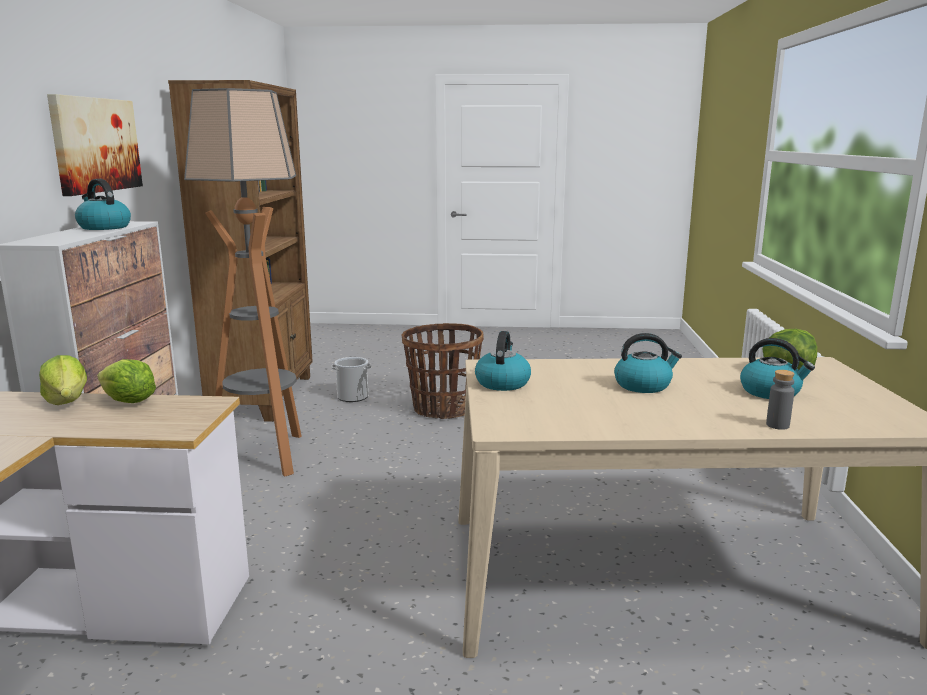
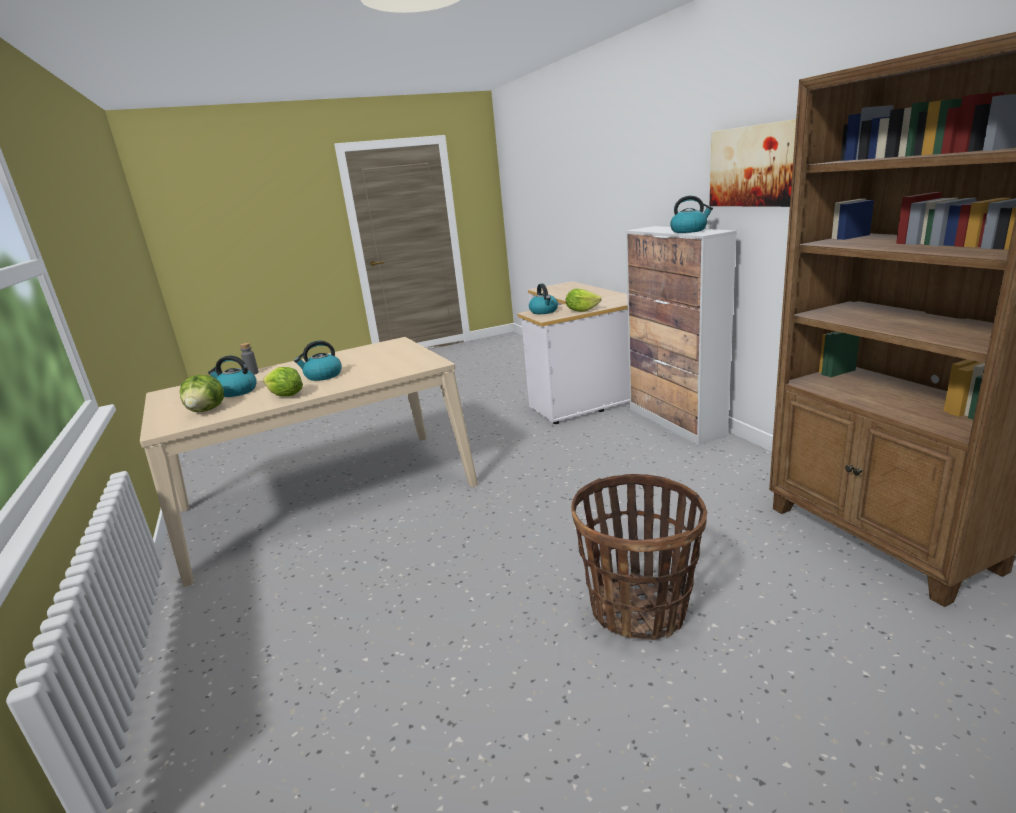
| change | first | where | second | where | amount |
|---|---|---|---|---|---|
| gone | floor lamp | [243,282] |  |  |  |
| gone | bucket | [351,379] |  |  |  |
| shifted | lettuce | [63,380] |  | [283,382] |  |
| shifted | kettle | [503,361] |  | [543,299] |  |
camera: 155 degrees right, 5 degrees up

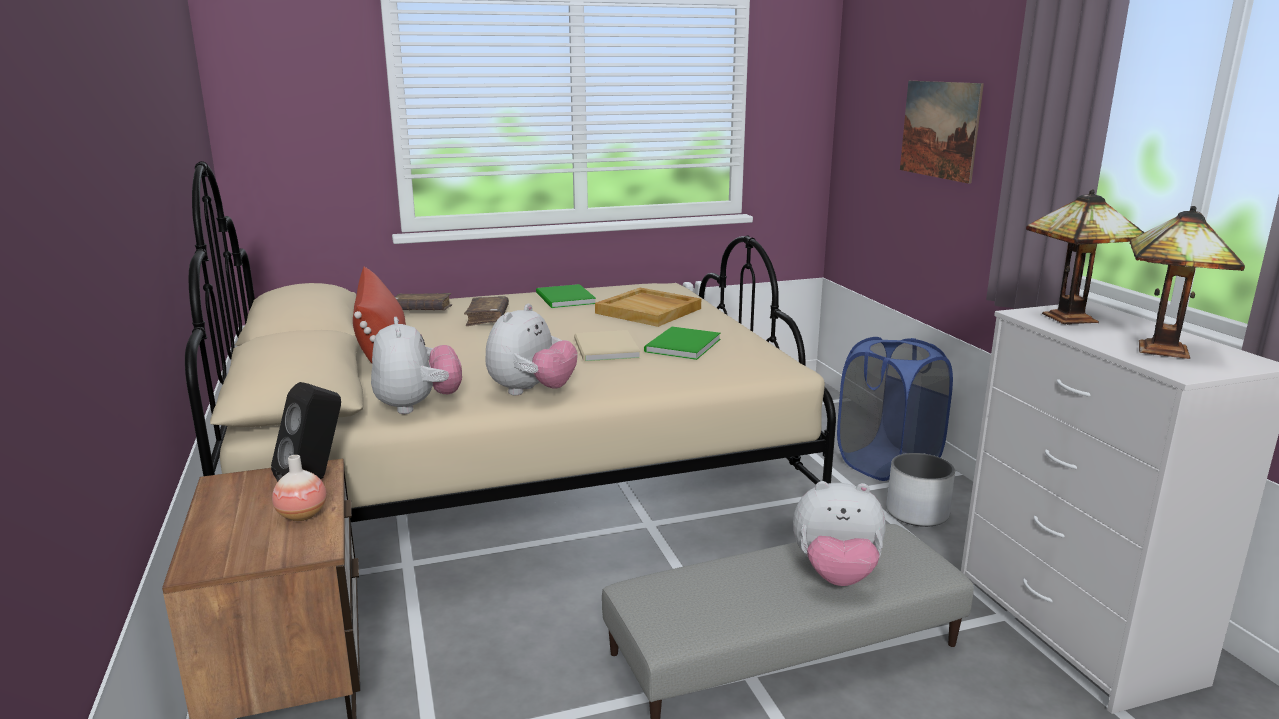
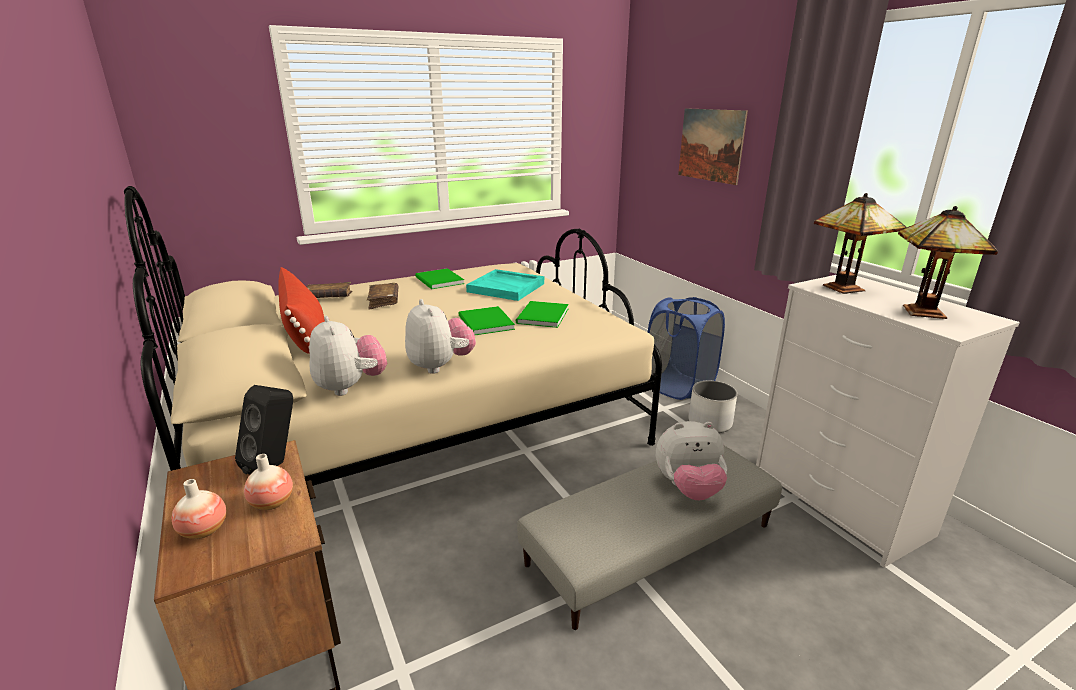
| change | first | where | second | where | amount |
|---|---|---|---|---|---|
| new |  |  | vase | [199,509] |  |
| repainted | beige book | [607,346] | green book | [487,320] |  |
| repainted | beige tray | [648,307] | turquoise tray | [505,285] |  |
| rotated | plush toy | [531,349] |  | [440,336] | 45 degrees counterclockwise |
camera: 10 degrees left, 5 degrees up

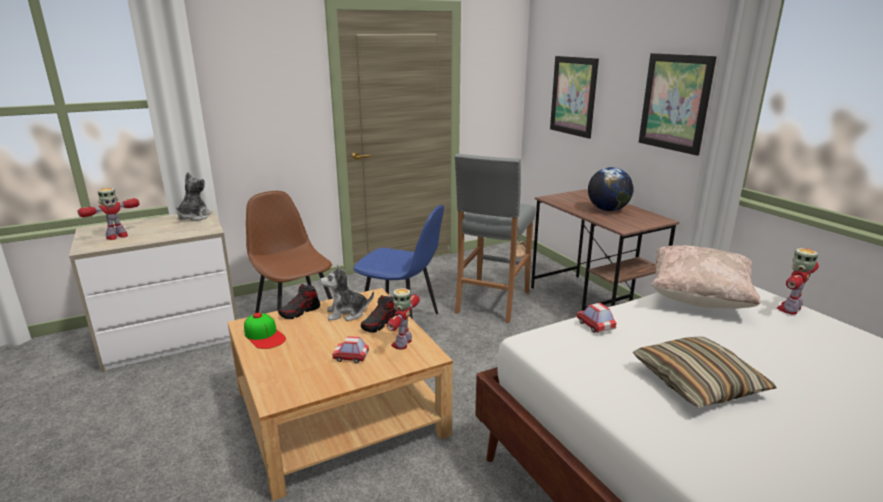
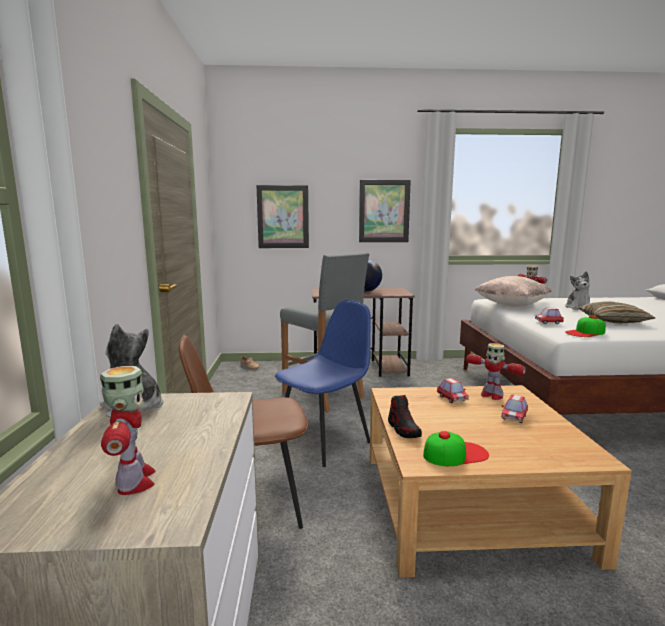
| change | first | where | second | where | amount |
|---|---|---|---|---|---|
| new |  |  | cap | [585,326] |  |
| shifted | plush toy | [347,293] |  | [577,290] |  |
| swapped | shoe | [378,314] | toy car | [453,390] |  |
camera: 65 degrees left, 10 degrees down

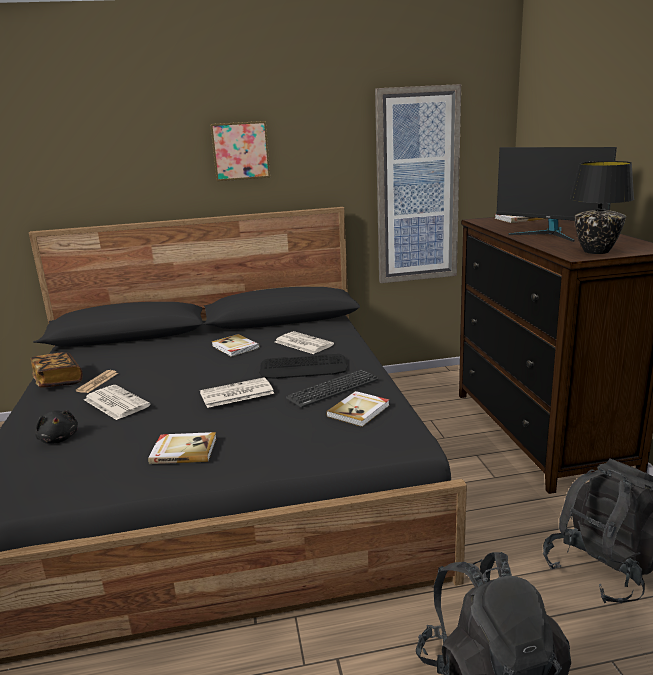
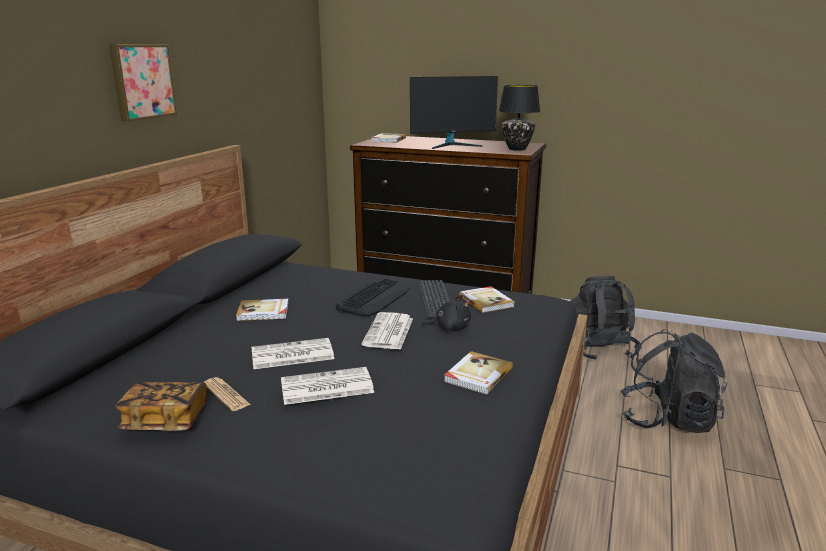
| change | first | where | second | where | amount |
|---|---|---|---|---|---|
| gone | picture | [418,183] |  |  |  |
| shifted | black plush toy | [56,427] |  | [446,313] |  |
| shifted | newspaper | [304,342] |  | [293,353] |  |
camera: 60 degrees left, 0 degrees up

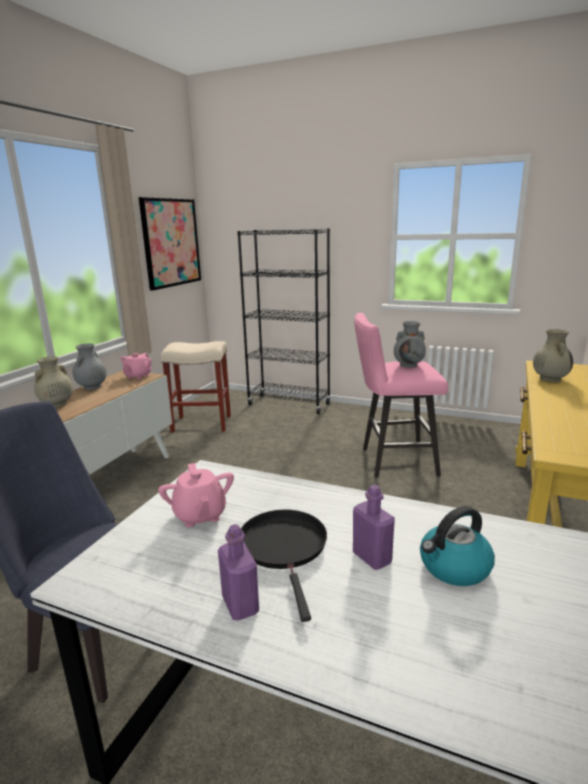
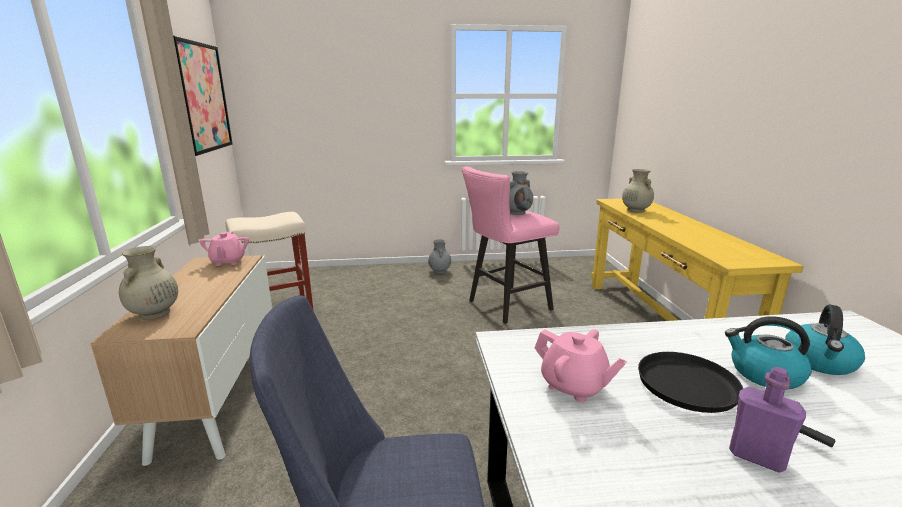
| change | first | where | second | where | amount |
|---|---|---|---|---|---|
| gone | black bookcase | [284,321] |  |  |  |
| shifted | grey vase | [90,366] |  | [439,256] |  |
| swapped | purple bottle | [374,527] | kettle | [768,353] |  |
camera: 30 degrees left, 0 degrees up

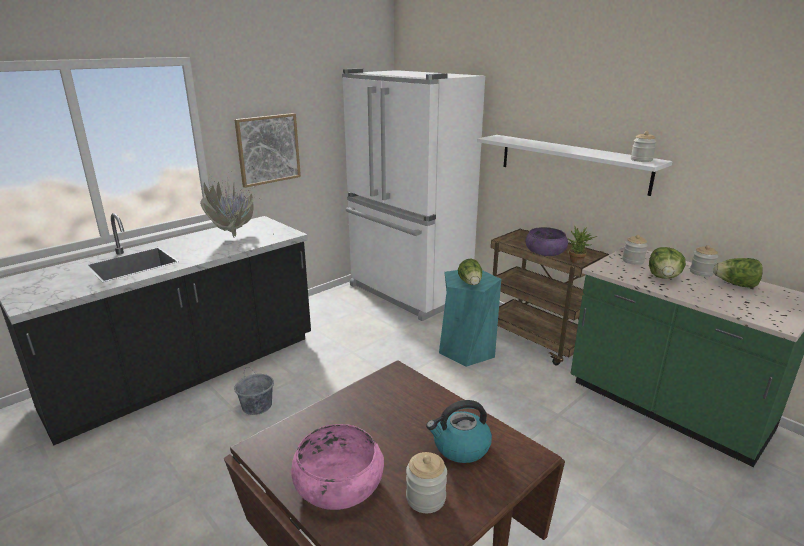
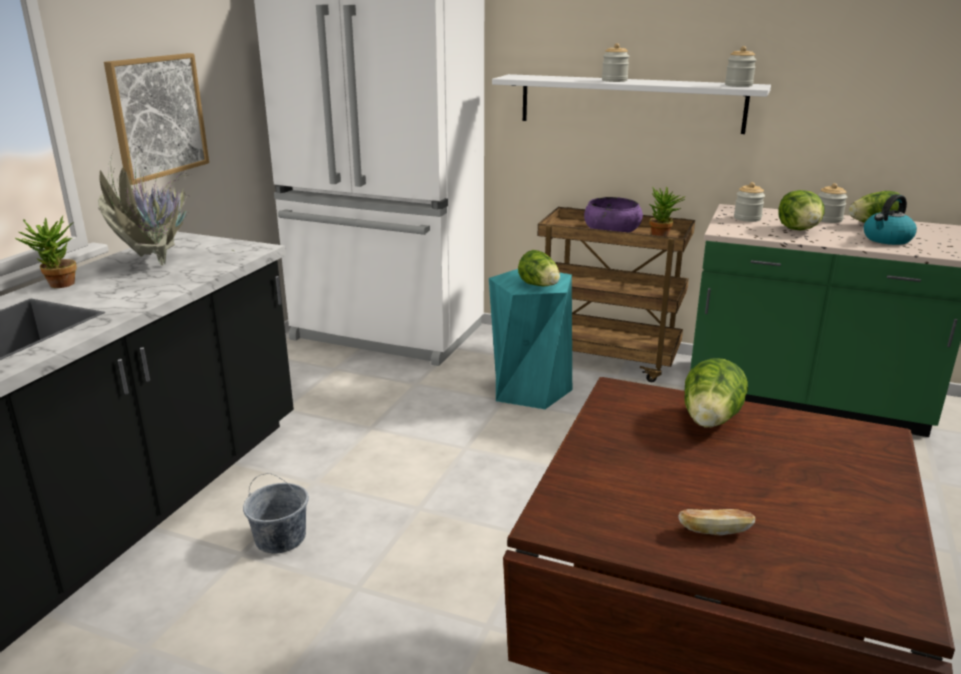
| change | first | where | second | where | amount |
|---|---|---|---|---|---|
| new |  |  | potted plant | [46,252] |  |
| new |  |  | lettuce | [716,393] |  |
| shifted | jar | [426,482] |  | [615,62] |  |
| shifted | kettle | [459,431] |  | [890,219] |  |
| swapped | pink bowl | [337,467] | bread | [716,522] |  |
camera: 25 degrees left, 0 degrees up

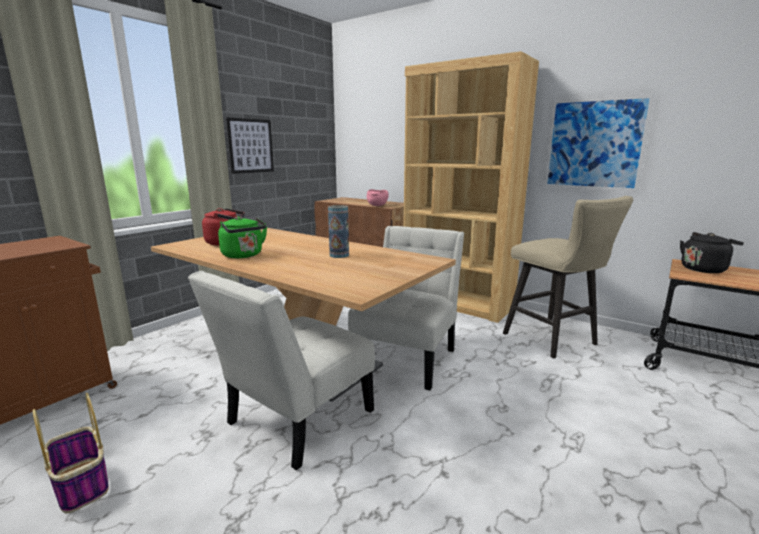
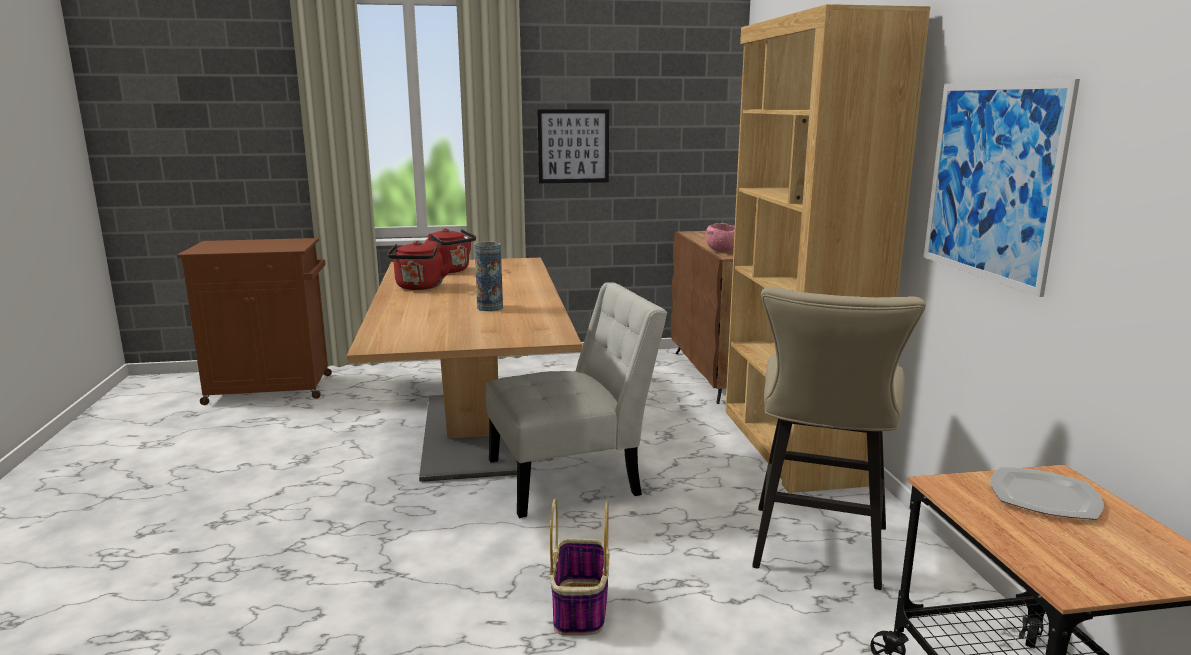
| change | first | where | second | where | amount |
|---|---|---|---|---|---|
| gone | white chair | [281,370] |  |  |  |
| shifted | basket | [71,453] |  | [580,567] |  |
| swapped | black kettle | [712,252] | plate | [1047,493] |  |
| repainted | green kettle | [242,237] | red kettle | [419,265] |  |
camera: 45 degrees right, 0 degrees up

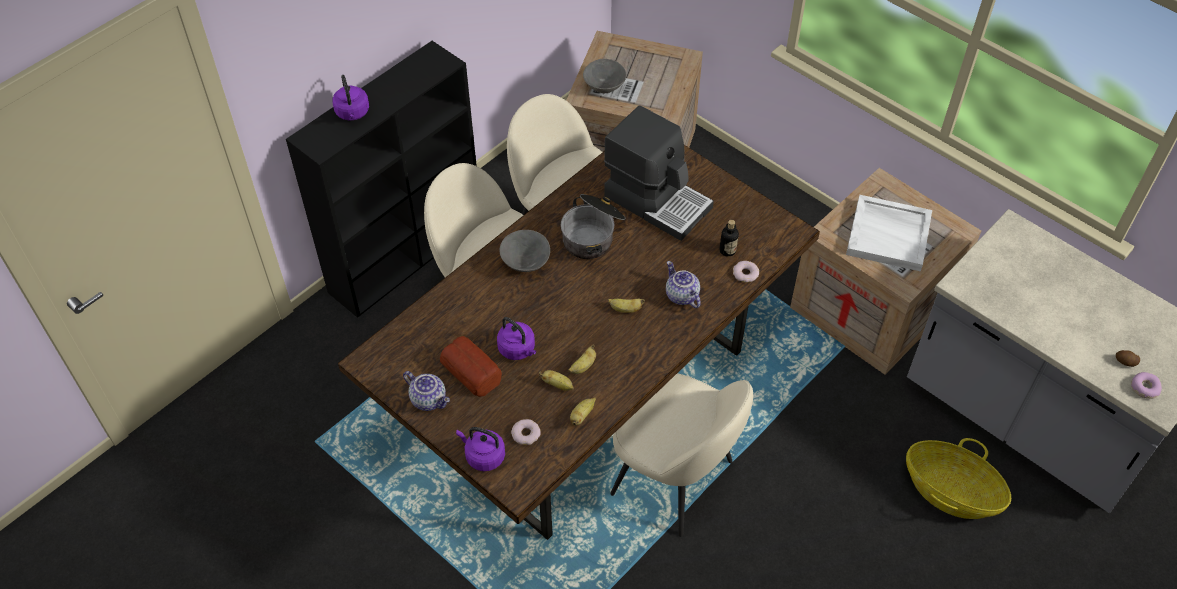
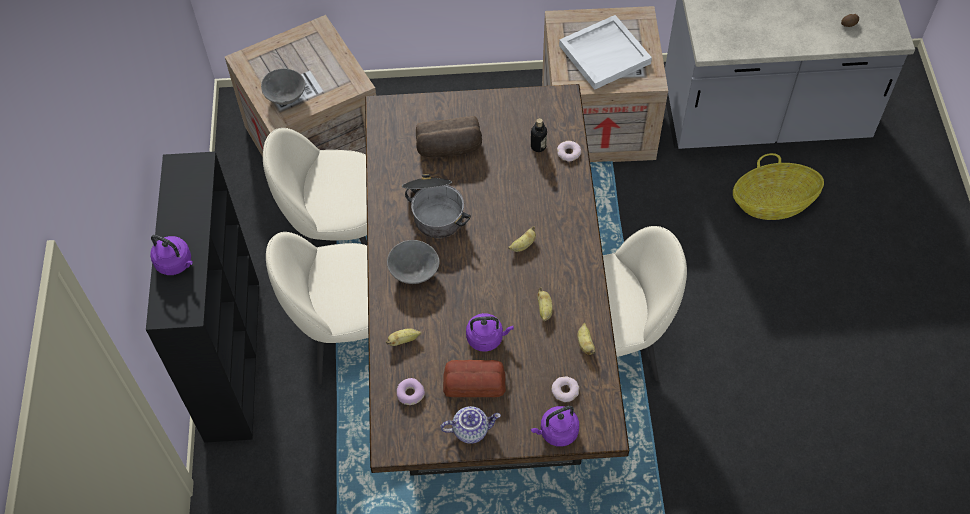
| change | first | where | second | where | amount |
|---|---|---|---|---|---|
| gone | teapot | [683,284] |  |  |  |
| shifted | banana | [556,380] |  | [403,337] |  |
| shifted | donut | [1146,385] |  | [411,391] |  |
| swapped | coffee machine | [659,173] | bread | [449,136] |  |
camera: 45 degrees left, 5 degrees up

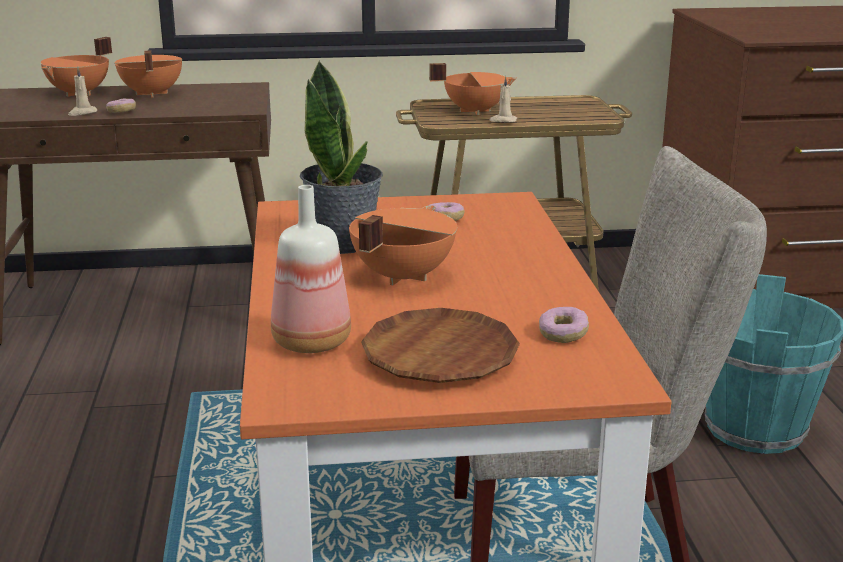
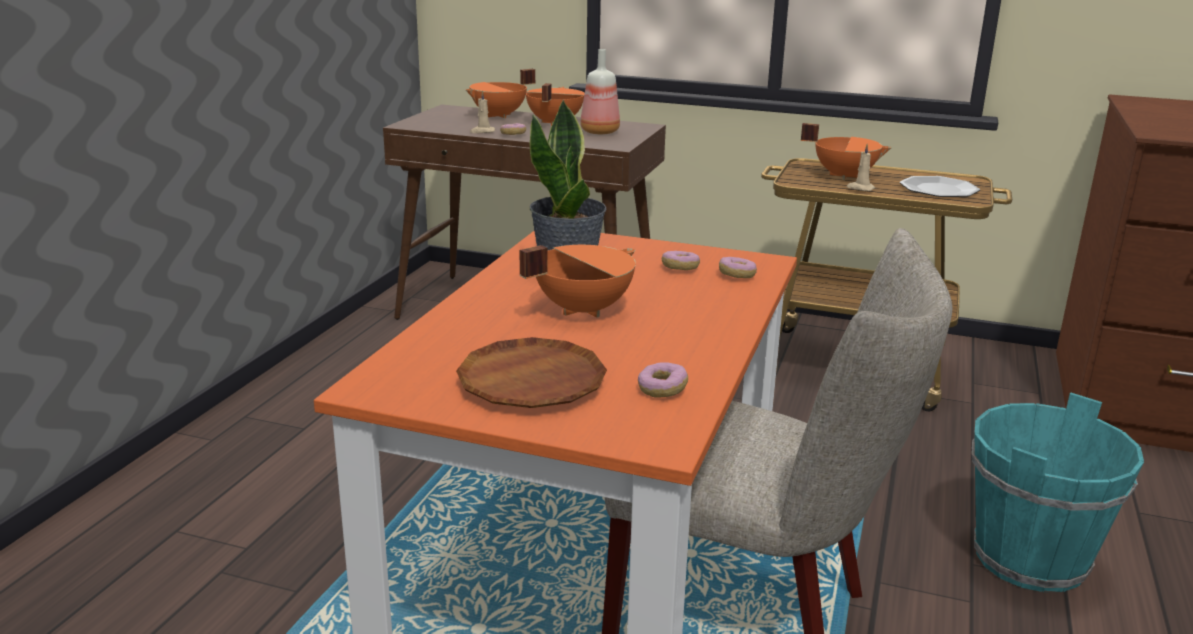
| change | first | where | second | where | amount |
|---|---|---|---|---|---|
| new |  |  | donut | [738,267] |  |
| new |  |  | plate | [940,186] |  |
| shifted | bottle | [311,269] |  | [600,91] |  |
camera: 25 degrees right, 0 degrees up

